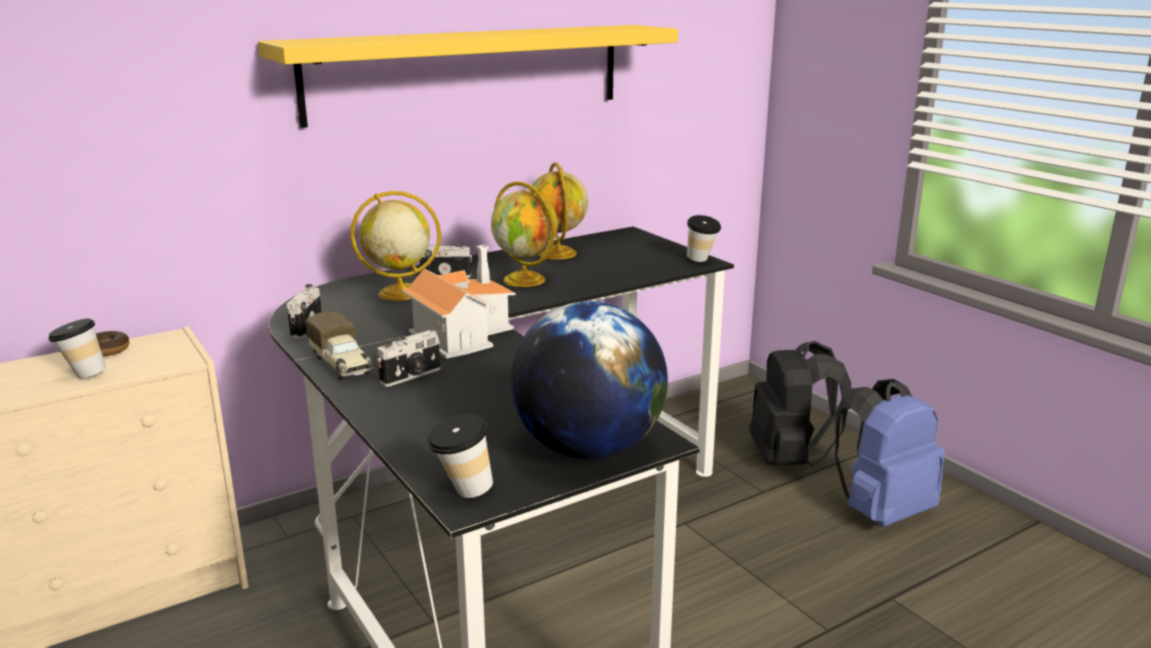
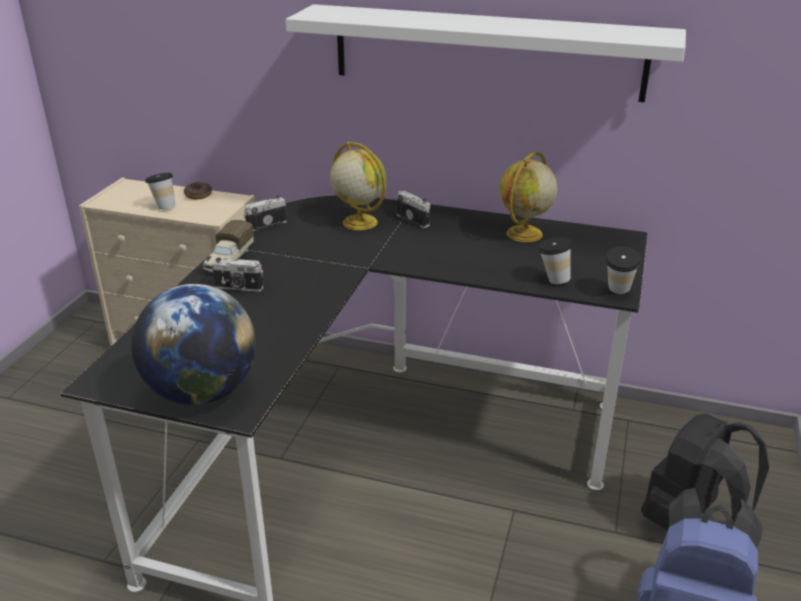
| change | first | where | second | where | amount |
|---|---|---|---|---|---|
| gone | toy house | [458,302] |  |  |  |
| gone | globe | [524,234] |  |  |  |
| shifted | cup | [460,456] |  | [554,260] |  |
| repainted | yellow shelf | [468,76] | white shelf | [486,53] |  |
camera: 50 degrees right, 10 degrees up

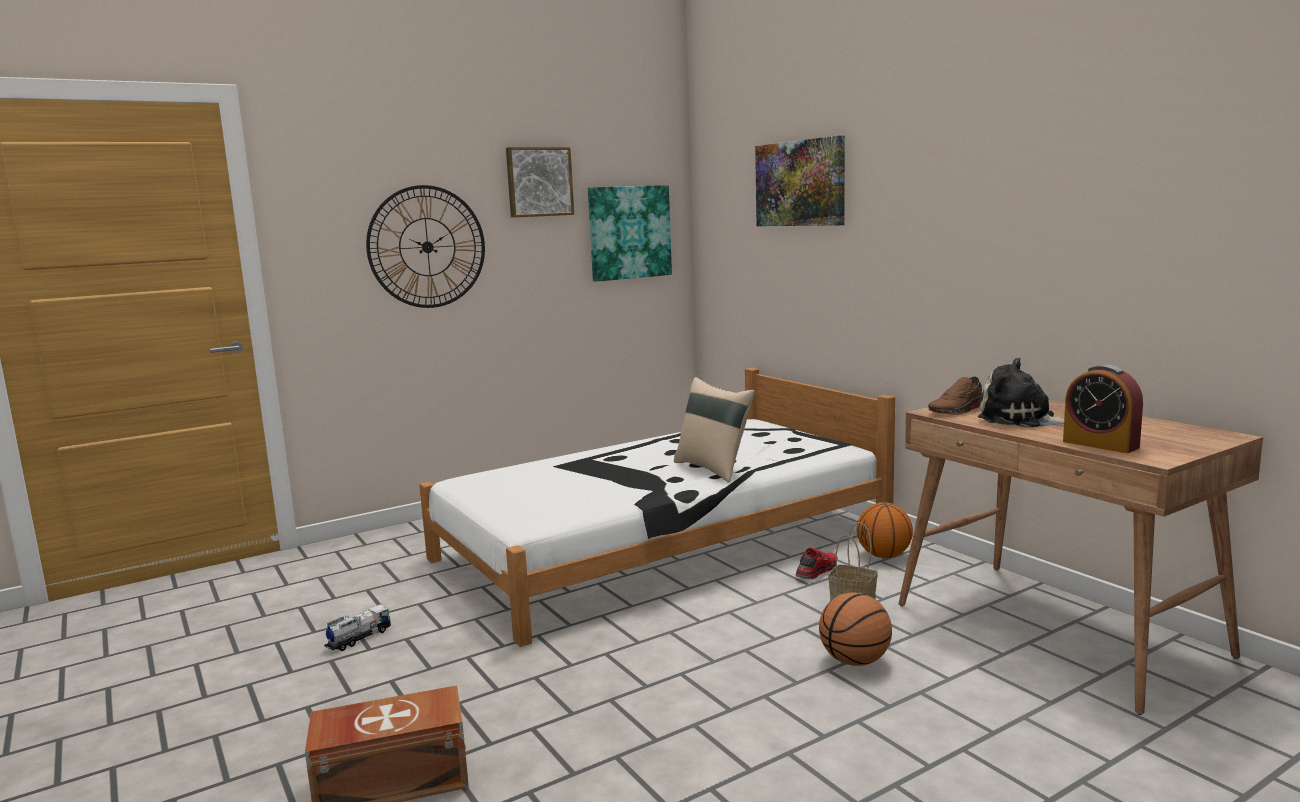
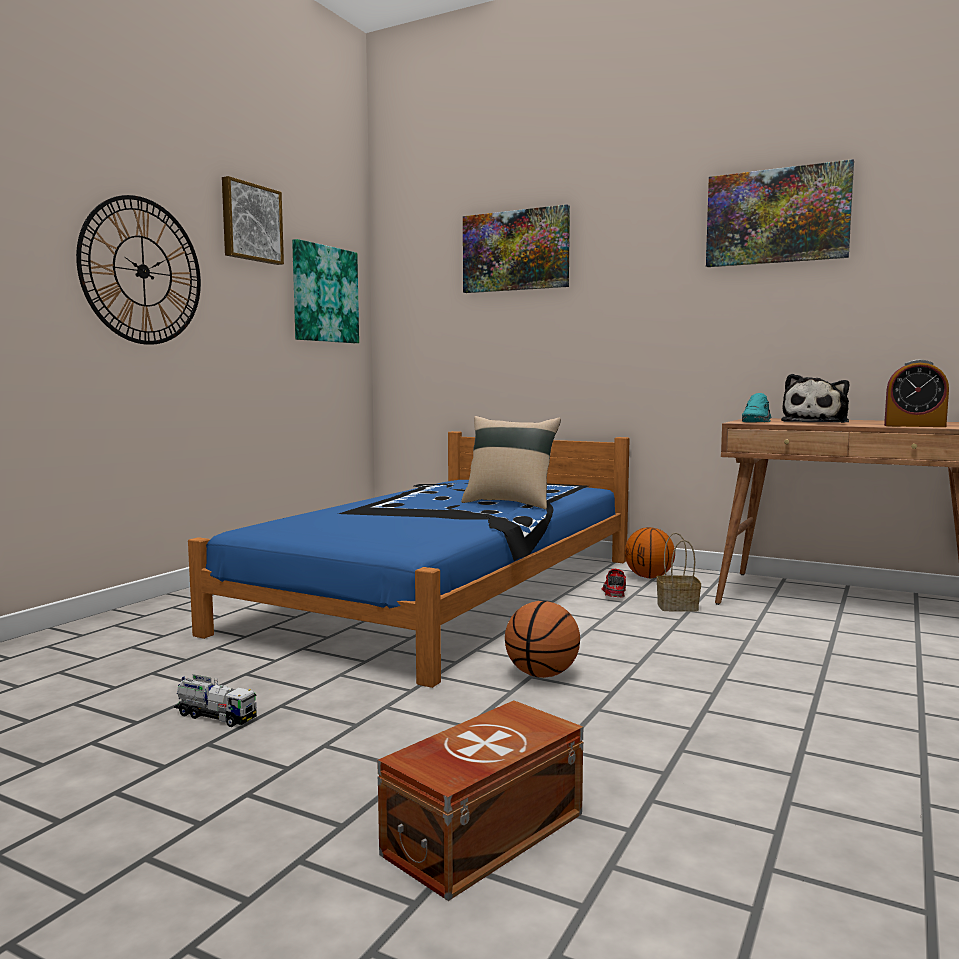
| change | first | where | second | where | amount |
|---|---|---|---|---|---|
| new |  |  | picture | [780,213] |  |
| shifted | basketball | [855,629] |  | [542,639] |  |
| repainted | white bed | [657,507] | blue bed | [409,559] |  |
| repainted | brown shoe | [955,396] | turquoise shoe | [756,407] |  |
| rotated | toy truck | [358,627] |  | [215,700] | 105 degrees clockwise |
| rotated | plush toy | [1021,392] |  | [815,398] | 60 degrees counterclockwise |
camera: 30 degrees left, 5 degrees down

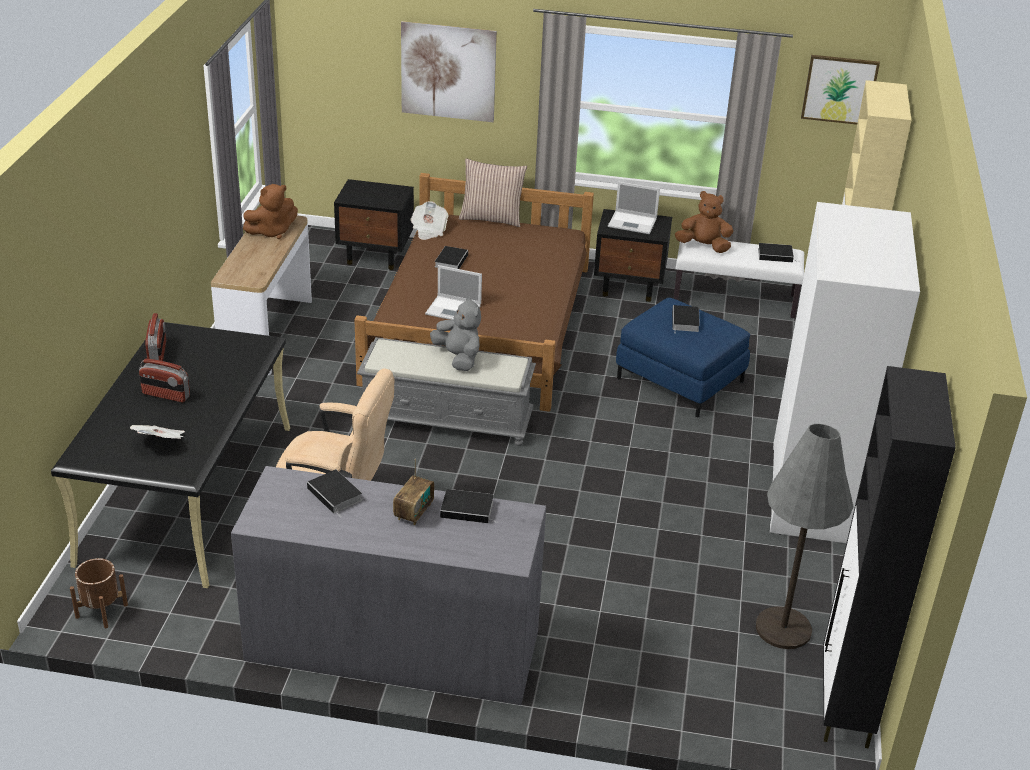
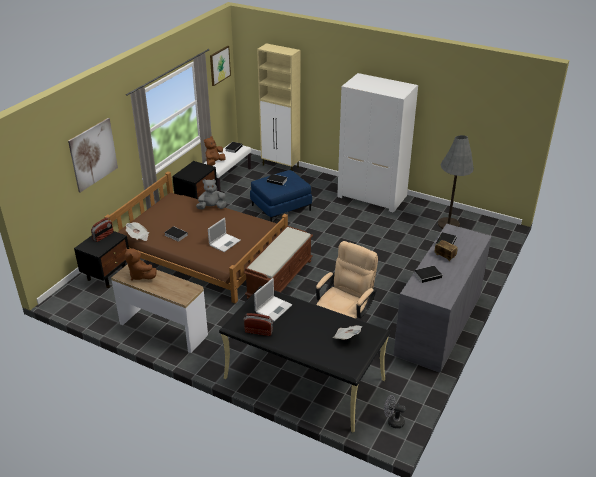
| change | first | where | second | where | amount |
|---|---|---|---|---|---|
| gone | pillow | [493,193] |  |  |  |
| gone | black cabinet | [889,557] |  |  |  |
| shifted | radio | [164,380] |  | [102,229] |  |
| shifted | grey plush toy | [455,333] |  | [211,194] |  |
| shifted | laptop | [634,208] |  | [273,299] |  |
| swapped | brown planter | [99,593] | grey fan | [394,412] |  |
| repainted | grey bench | [446,391] | brown bench | [278,262] |  |
| rotated | brown plush toy | [270,211] |  | [141,264] | 150 degrees clockwise |
camera: 70 degrees left, 0 degrees up

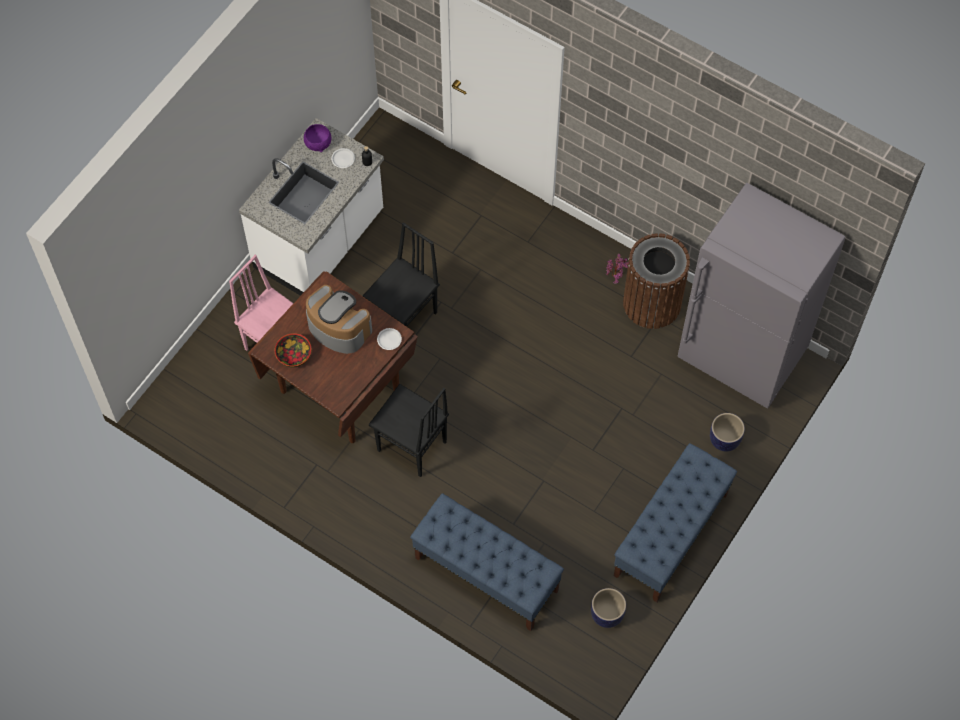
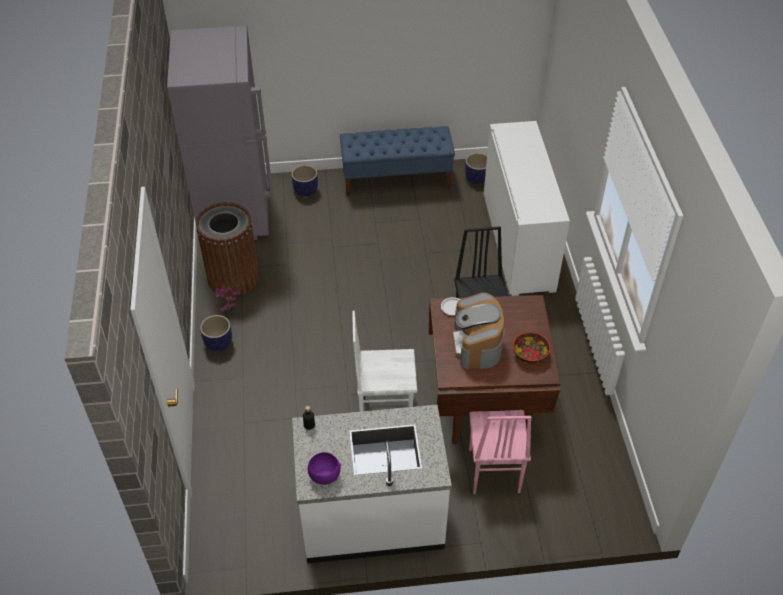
| change | first | where | second | where | amount |
|---|---|---|---|---|---|
| gone | white plate | [343,158] |  |  |  |
| new |  |  | planter | [216,333] |  |
| swapped | blue bench | [487,562] | white cabinet | [527,208] |  |
| repainted | black chair | [401,284] | white chair | [384,361] |  |
camera: 130 degrees left, 15 degrees down

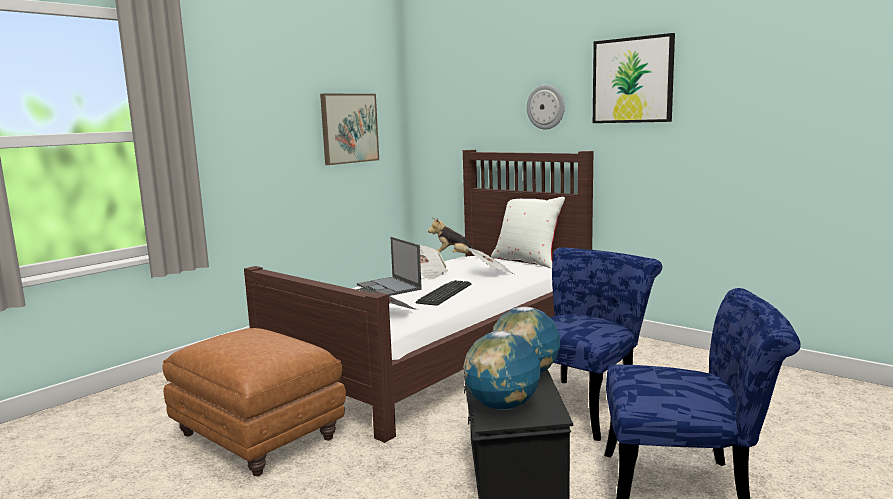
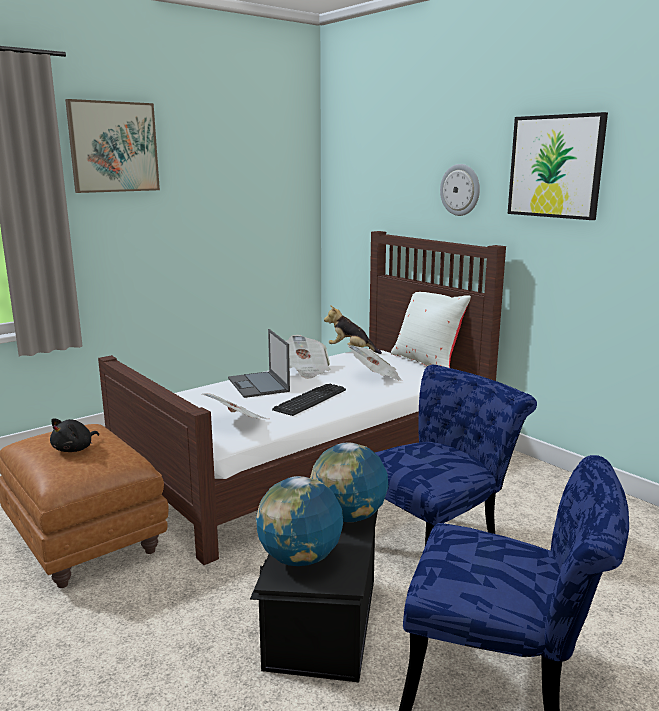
| change | first | where | second | where | amount |
|---|---|---|---|---|---|
| new |  |  | black plush toy | [74,435] |  |
| shifted | picture | [349,129] |  | [112,146] |  |
camera: 10 degrees right, 5 degrees up

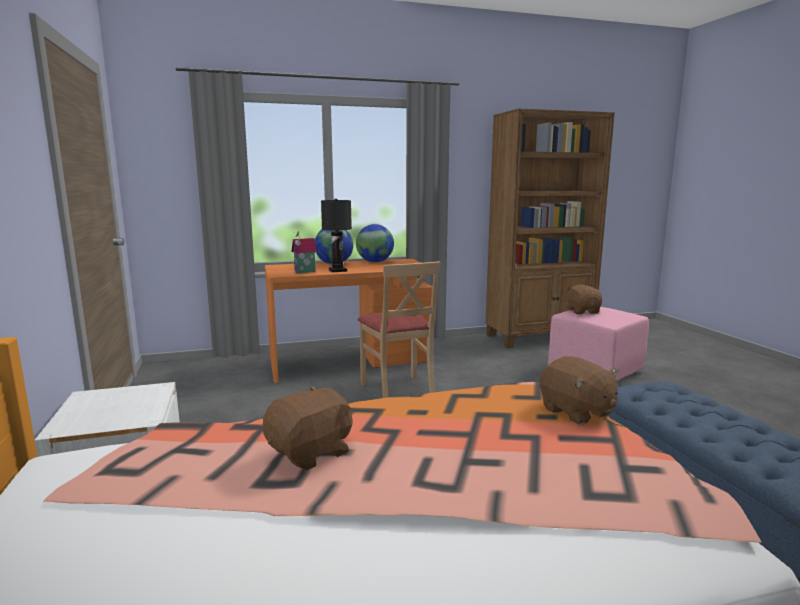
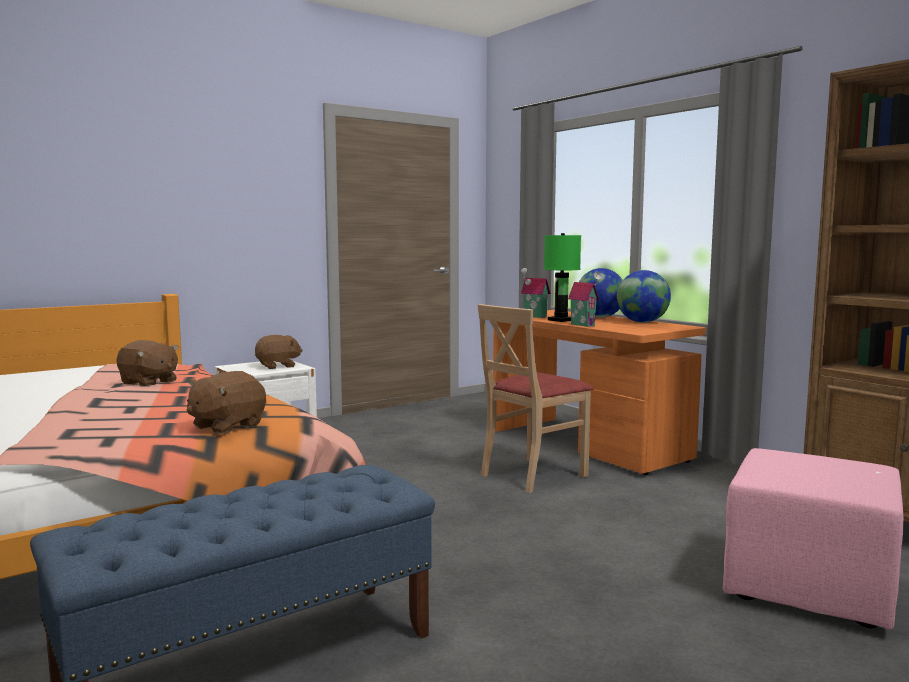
| change | first | where | second | where | amount |
|---|---|---|---|---|---|
| new |  |  | toy house | [585,299] |  |
| shifted | brown plush toy | [583,299] |  | [279,352] |  |
| repainted | black table lamp | [336,235] | green table lamp | [562,277] |  |
camera: 70 degrees right, 5 degrees down

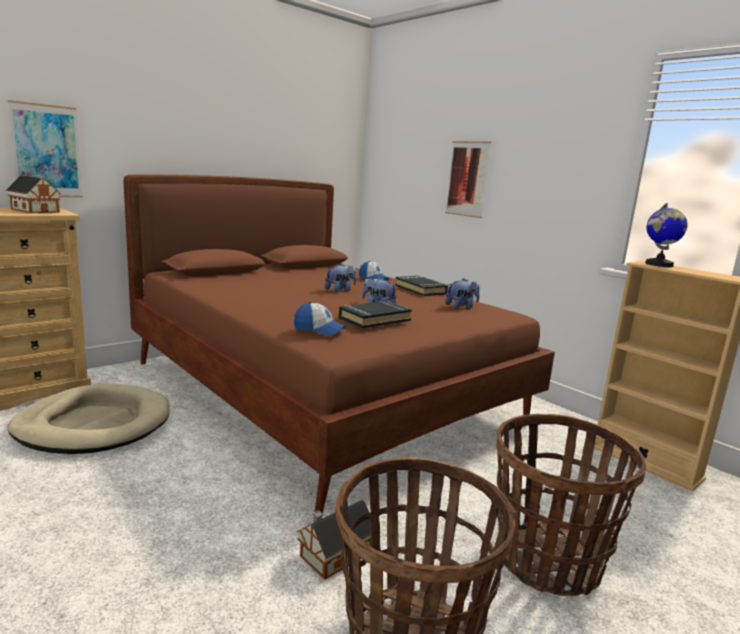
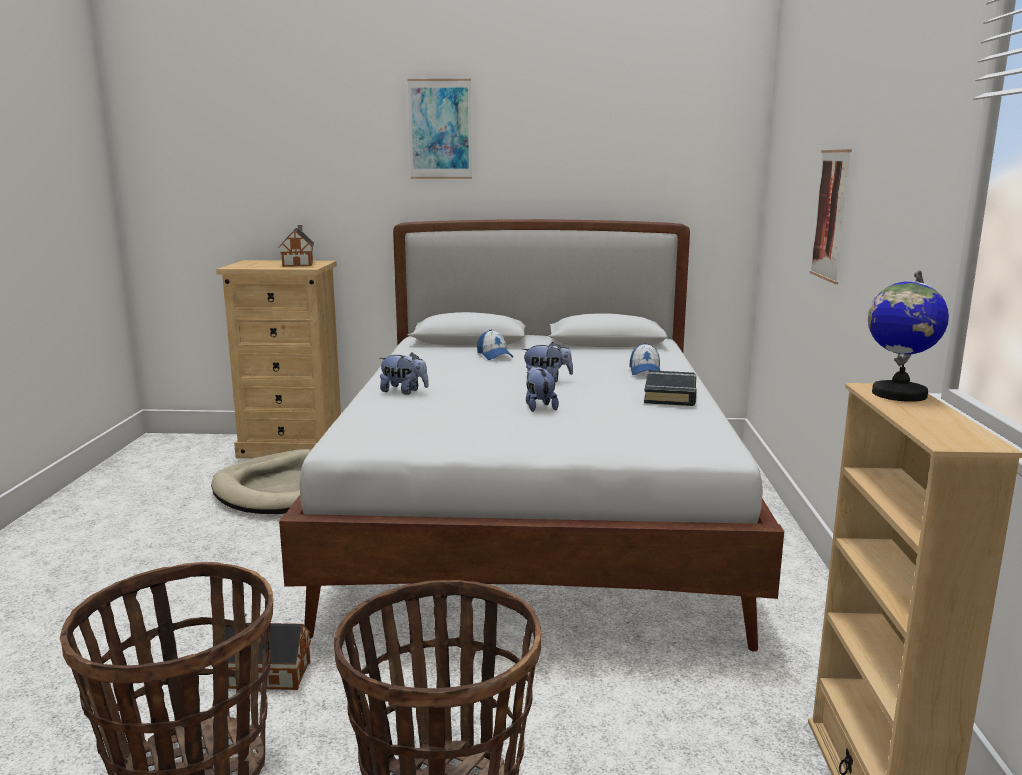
| change | first | where | second | where | amount |
|---|---|---|---|---|---|
| gone | black book | [375,314] |  |  |  |
| shifted | picture | [45,149] |  | [439,129] |  |
| shifted | cap | [320,319] |  | [495,345] |  |
| shifted | plush toy | [462,293] |  | [404,373] |  |
| repainted | brown bed | [339,343] | white bed | [531,435] |  |
camera: 45 degrees right, 0 degrees up

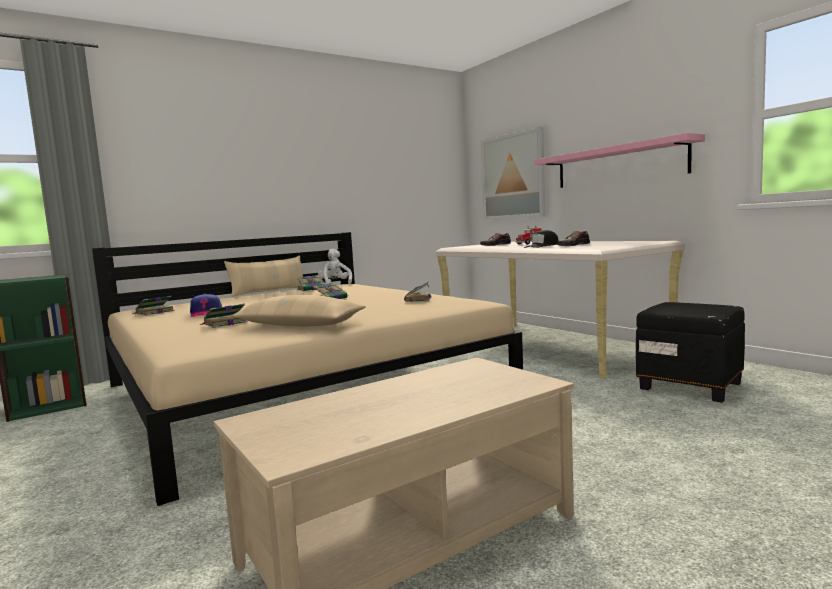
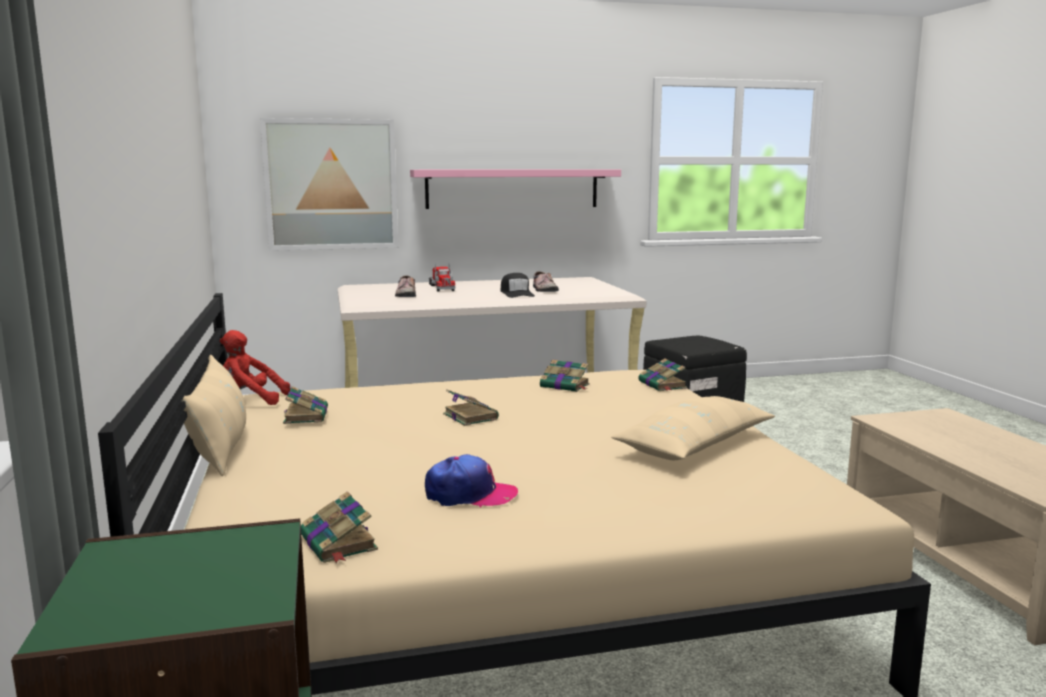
| change | first | where | second | where | amount |
|---|---|---|---|---|---|
| shifted | book | [223,316] |  | [662,374] |  |
| repainted | white plush toy | [335,266] | red plush toy | [255,367] |  |
camera: 70 degrees left, 5 degrees up

